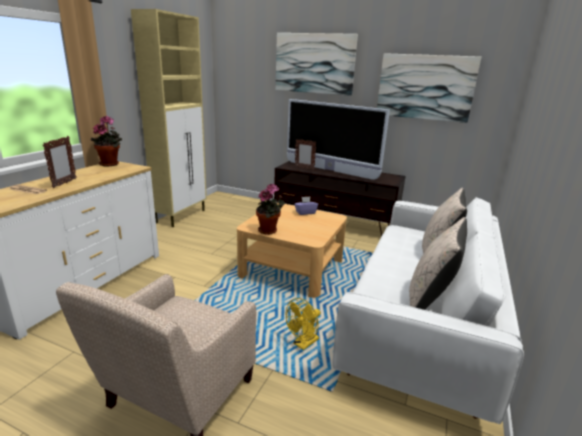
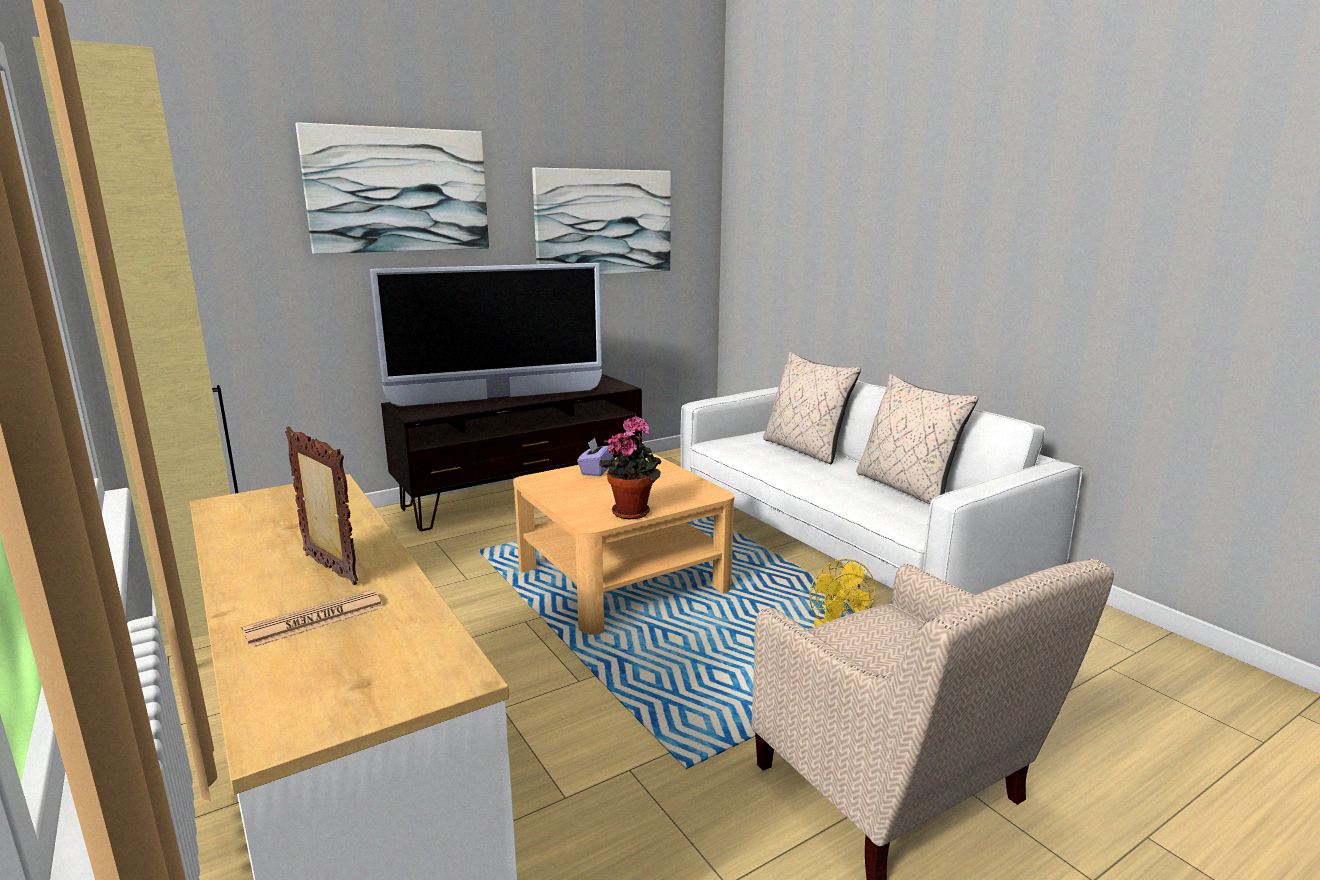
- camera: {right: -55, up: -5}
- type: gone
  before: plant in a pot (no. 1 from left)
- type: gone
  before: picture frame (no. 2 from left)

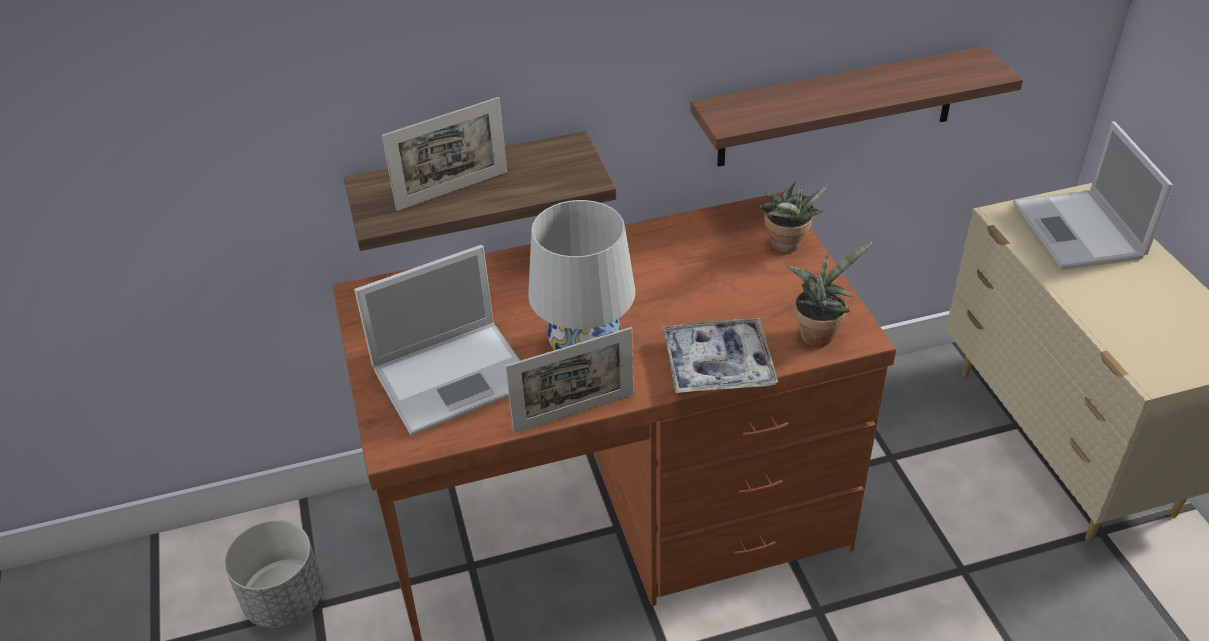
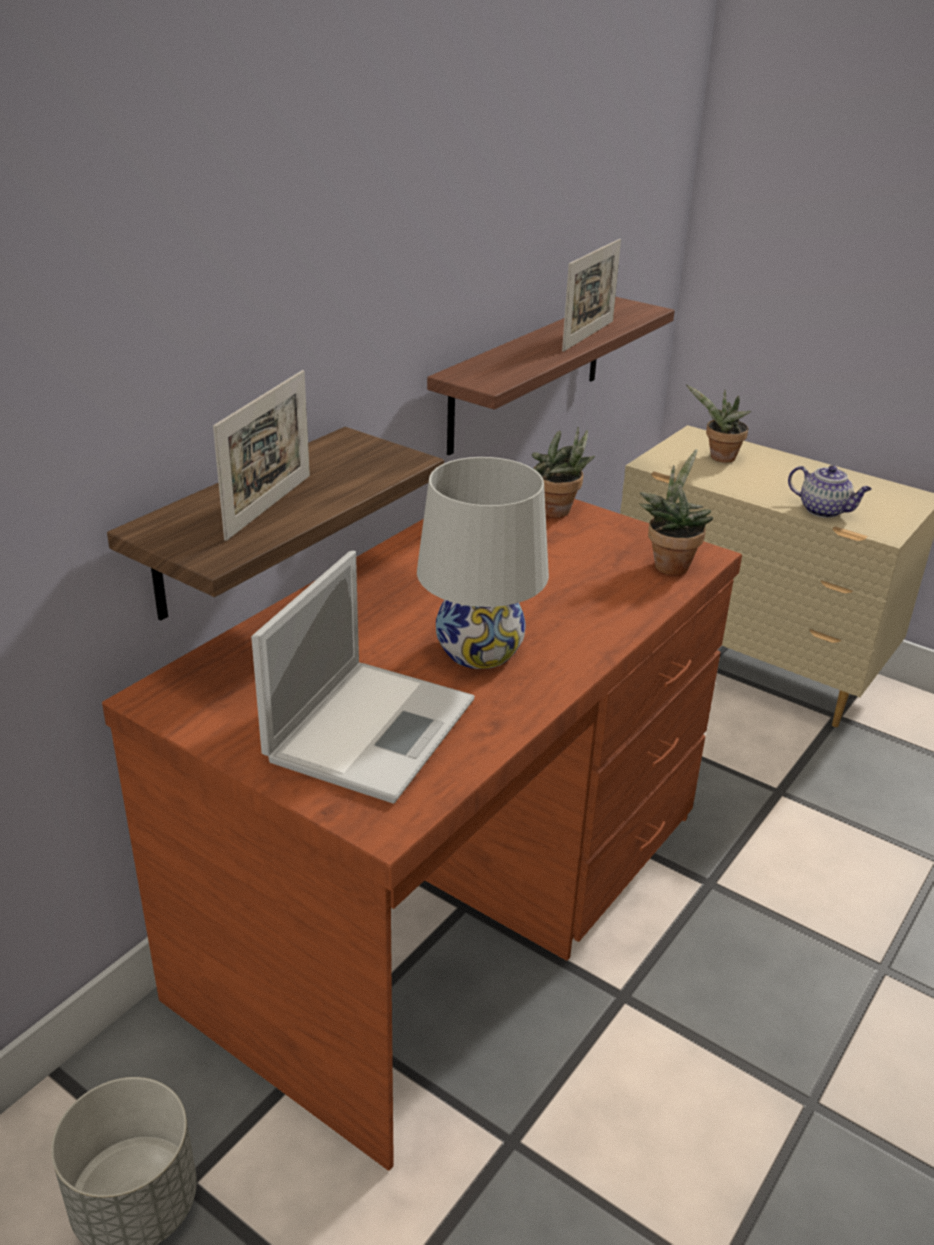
- camera: {right: -40, up: -10}
- type: shifted
  before: picture frame (no. 2 from left)
- type: swapped
  before: notebook computer (no. 2 from left)
  after: plant in a pot (no. 3 from left)
- type: new
  after: tea pot
- type: gone
  before: tray

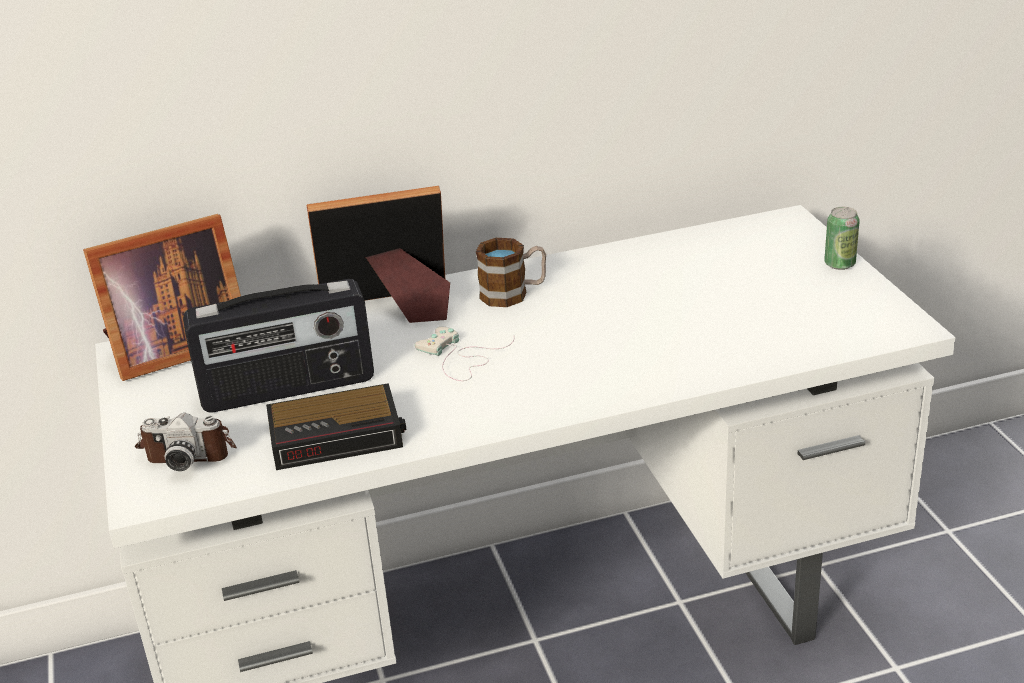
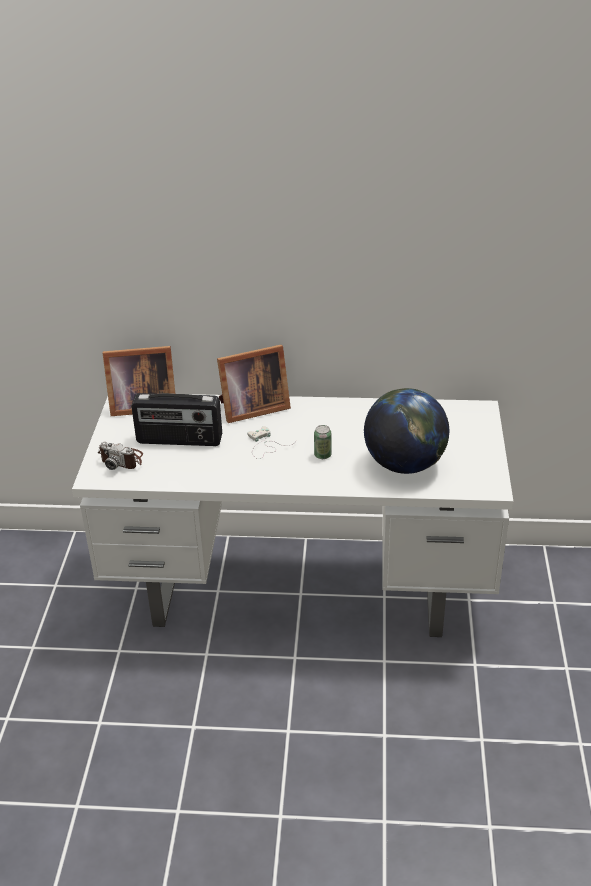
- camera: {right: 20, up: 5}
- type: rotated
  before: picture frame (no. 2 from left)
  turn: 150
- type: shifted
  before: can
- type: new
  after: world globe
- type: gone
  before: alarm clock
- type: gone
  before: coffee mug

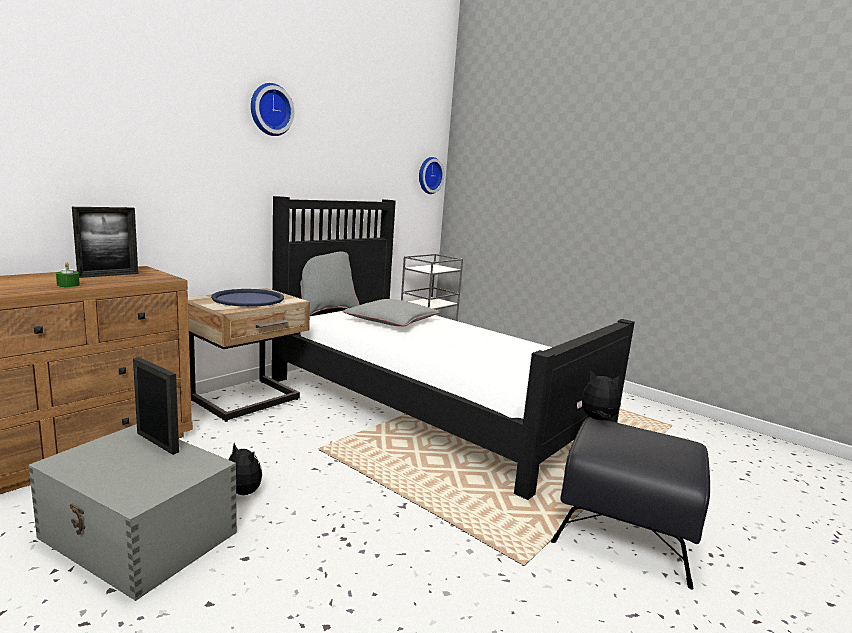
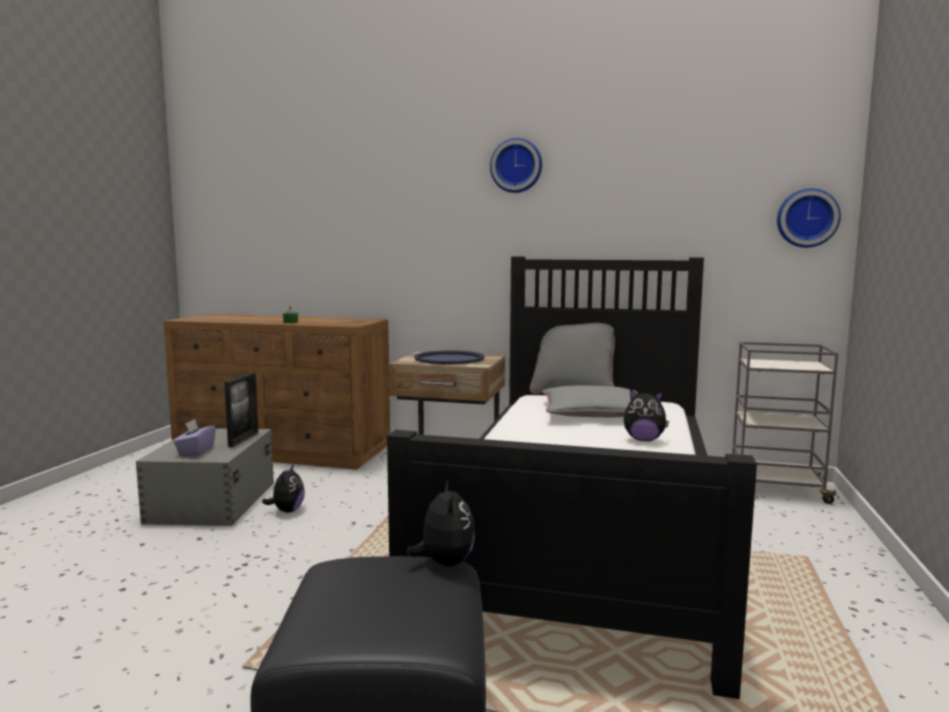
- camera: {right: 65, up: -5}
- type: new
  after: purple tissue holder
- type: new
  after: plush toy (no. 3 from left)
- type: gone
  before: picture frame (no. 1 from left)

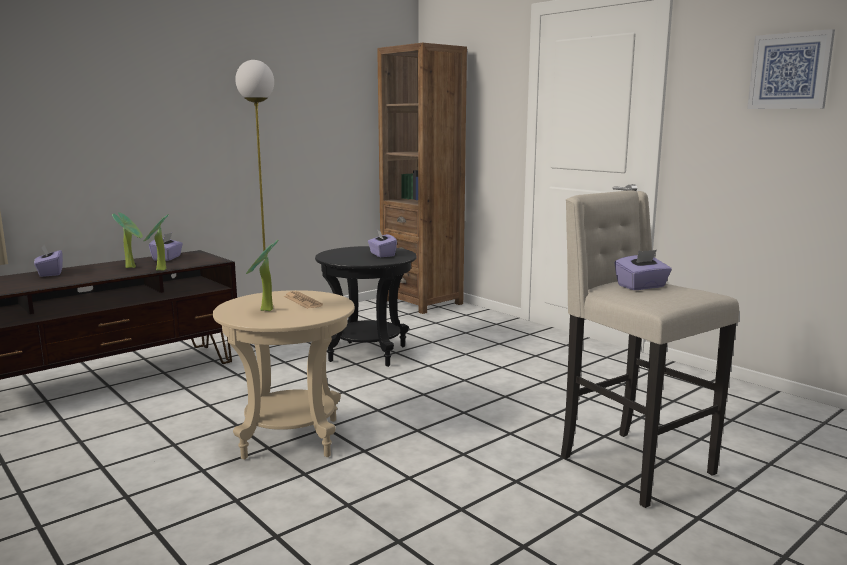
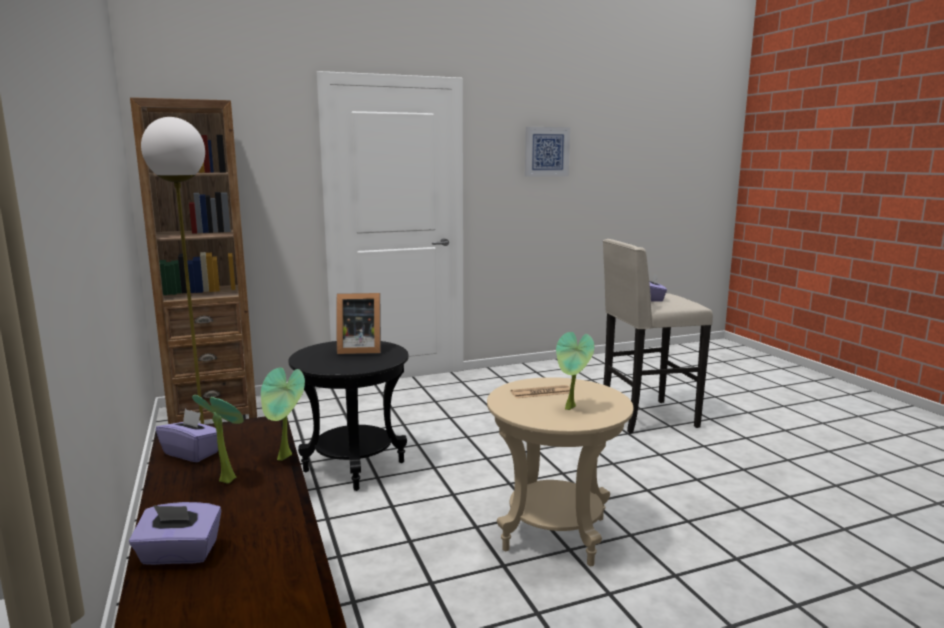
- camera: {right: -70, up: 0}
- type: swapped
  before: purple tissue holder (no. 3 from left)
  after: picture frame

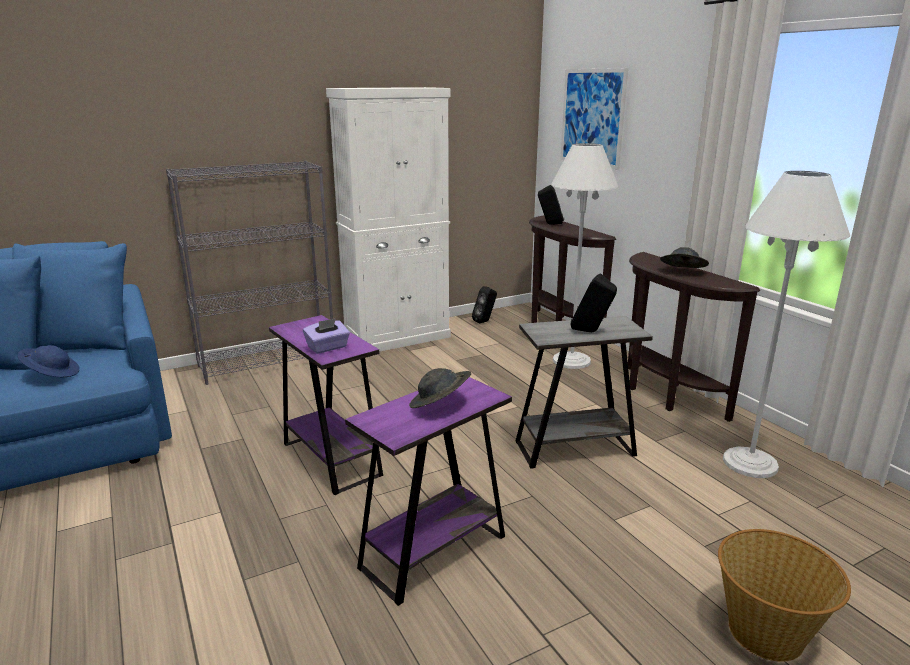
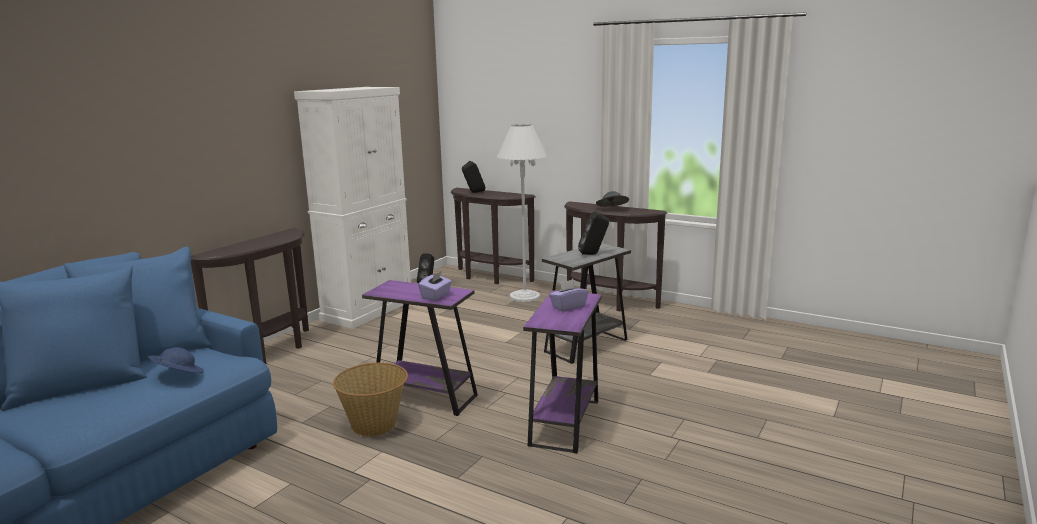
- camera: {right: -30, up: -5}
- type: swapped
  before: gray bookcase
  after: brownish console table (no. 1 from left)
- type: shifted
  before: household basket
- type: swapped
  before: gray hat (no. 1 from left)
  after: purple tissue holder (no. 2 from left)
- type: gone
  before: wall art
- type: gone
  before: white-coloured standing lamp (no. 2 from left)

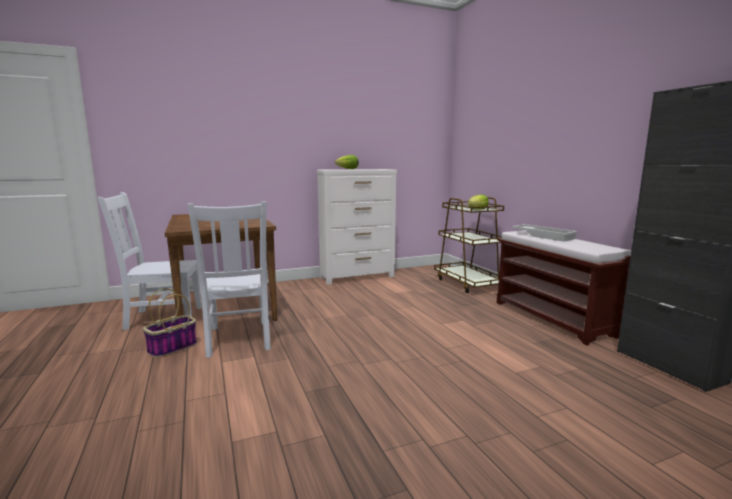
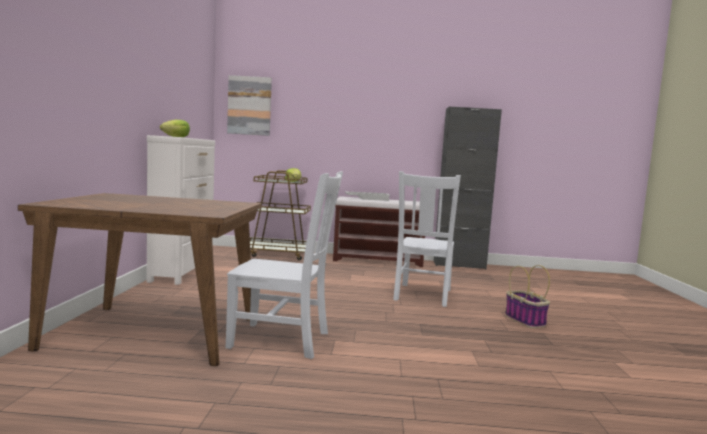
- camera: {right: -65, up: -5}
- type: new
  after: wall art
- type: shifted
  before: white-coloured chair (no. 1 from left in the first image)
  after: white-coloured chair (no. 2 from left)
- type: shifted
  before: household basket

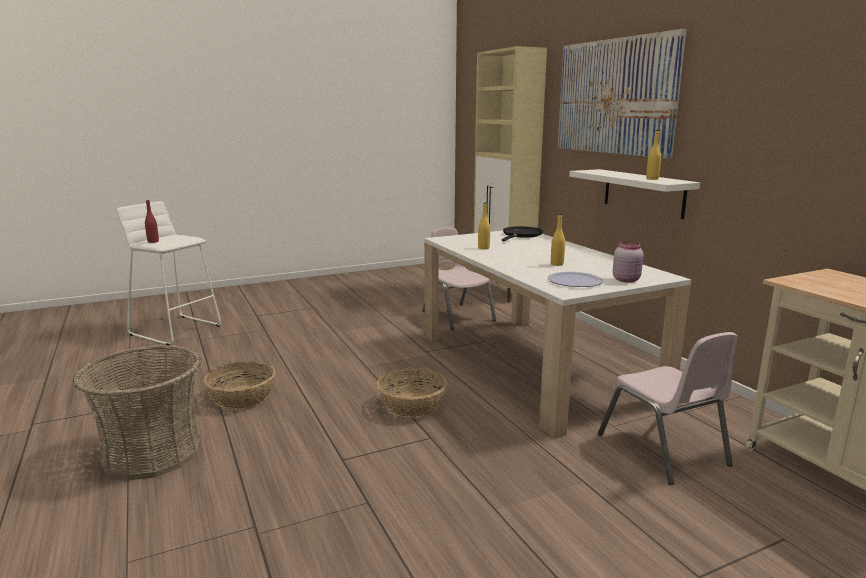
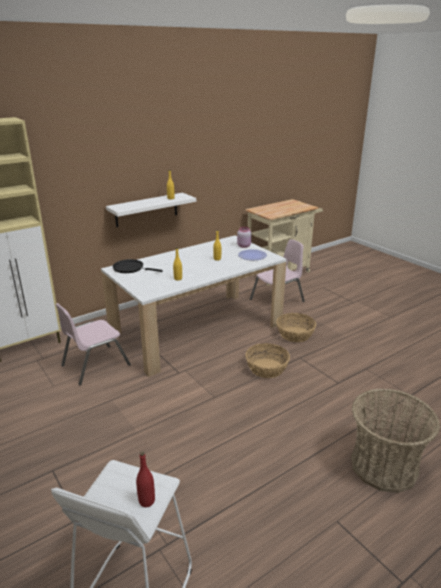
- camera: {right: -100, up: 10}
- type: shifted
  before: household basket (no. 2 from left)
- type: gone
  before: wall art

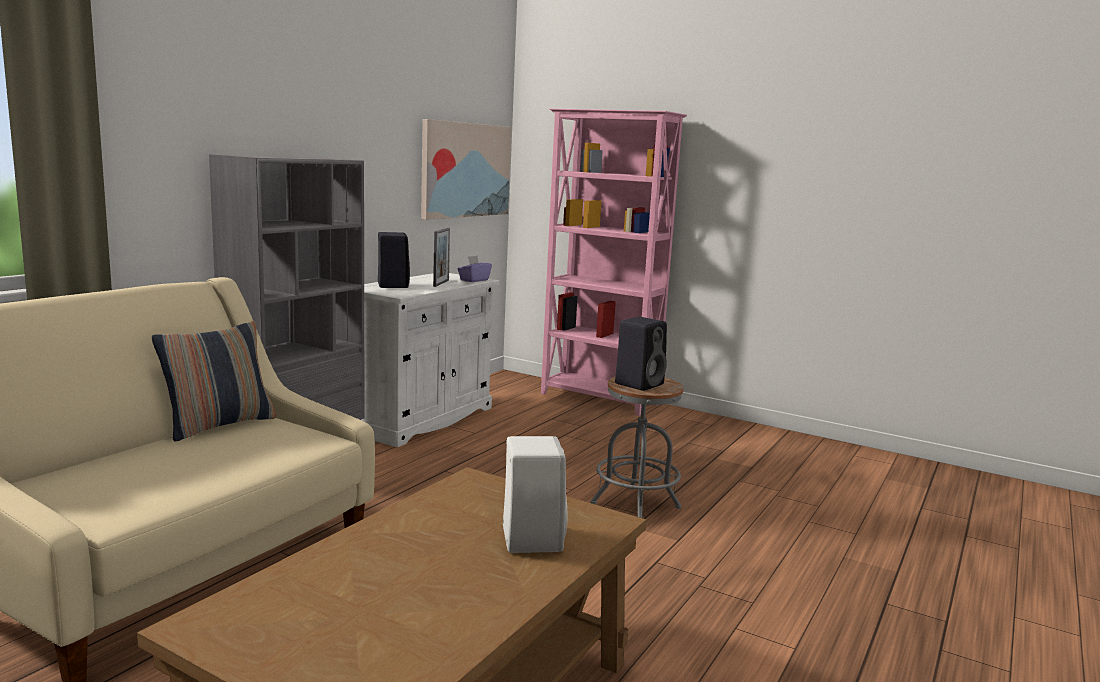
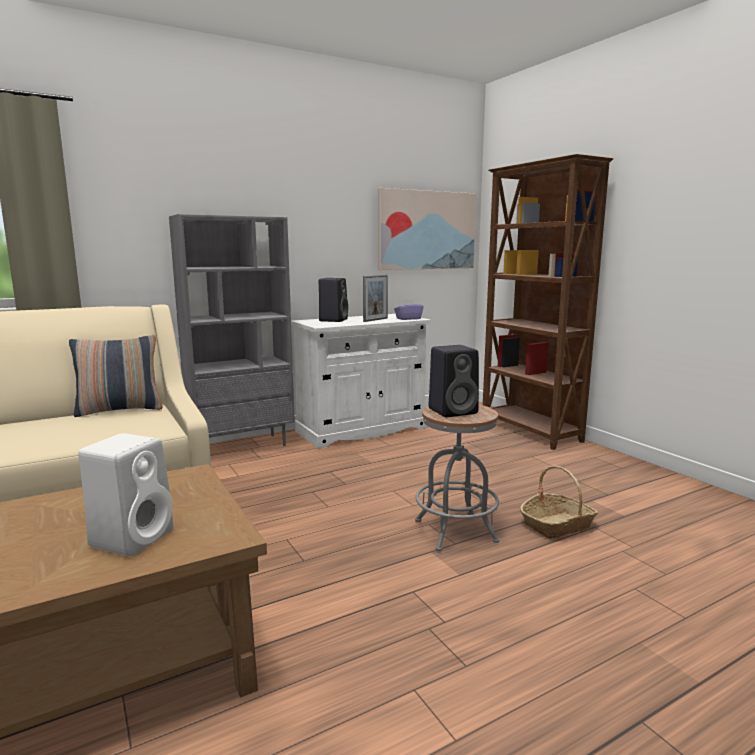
- camera: {right: 30, up: 0}
- type: repainted
  before: pinkish bookcase
  after: brownish bookcase
- type: new
  after: household basket

